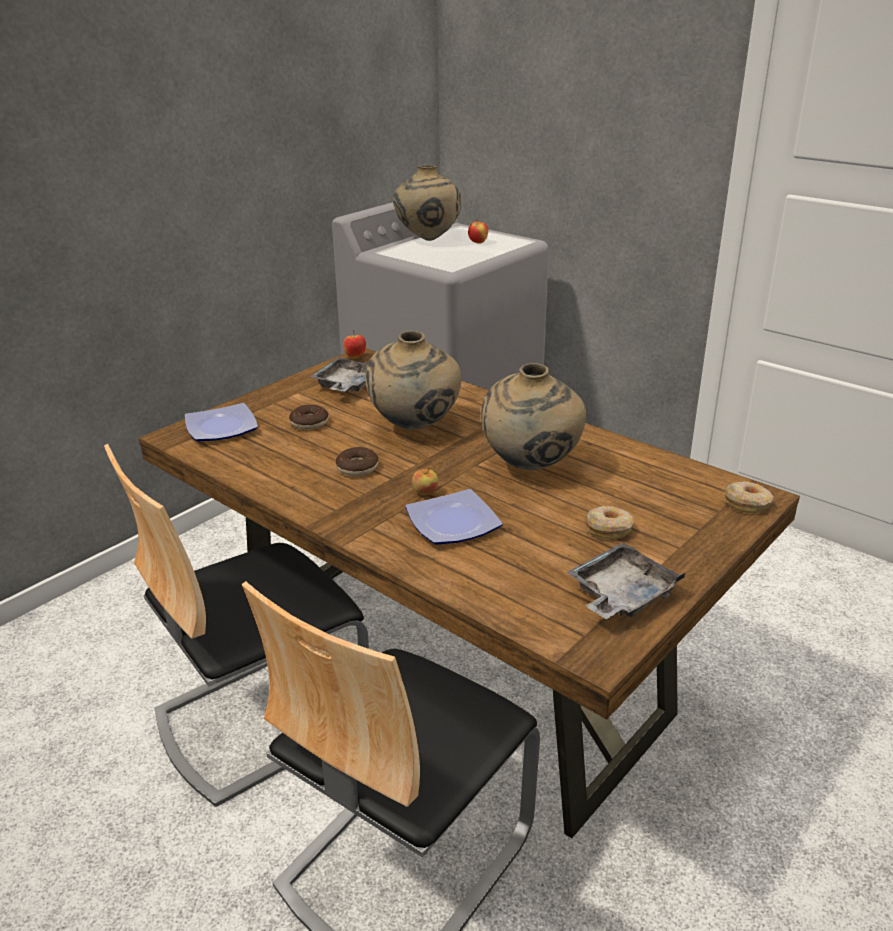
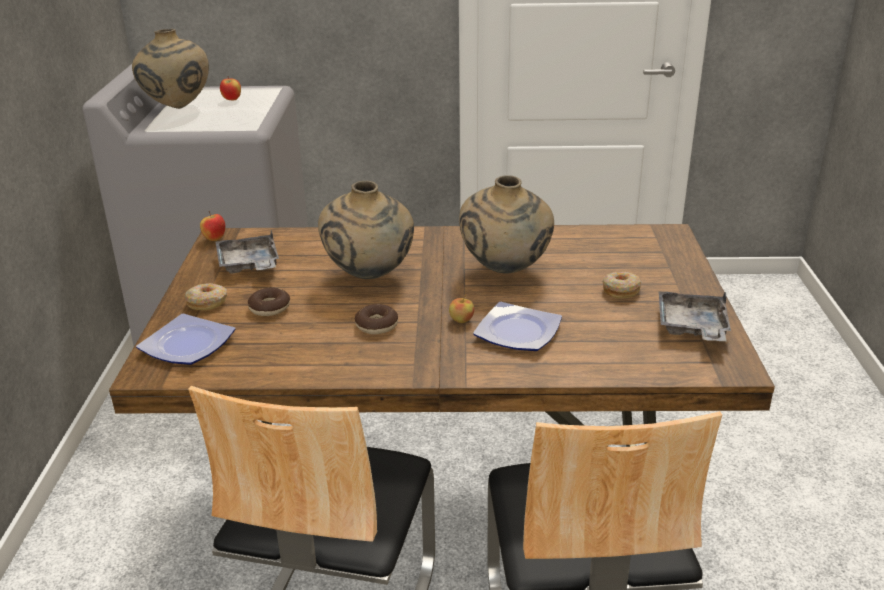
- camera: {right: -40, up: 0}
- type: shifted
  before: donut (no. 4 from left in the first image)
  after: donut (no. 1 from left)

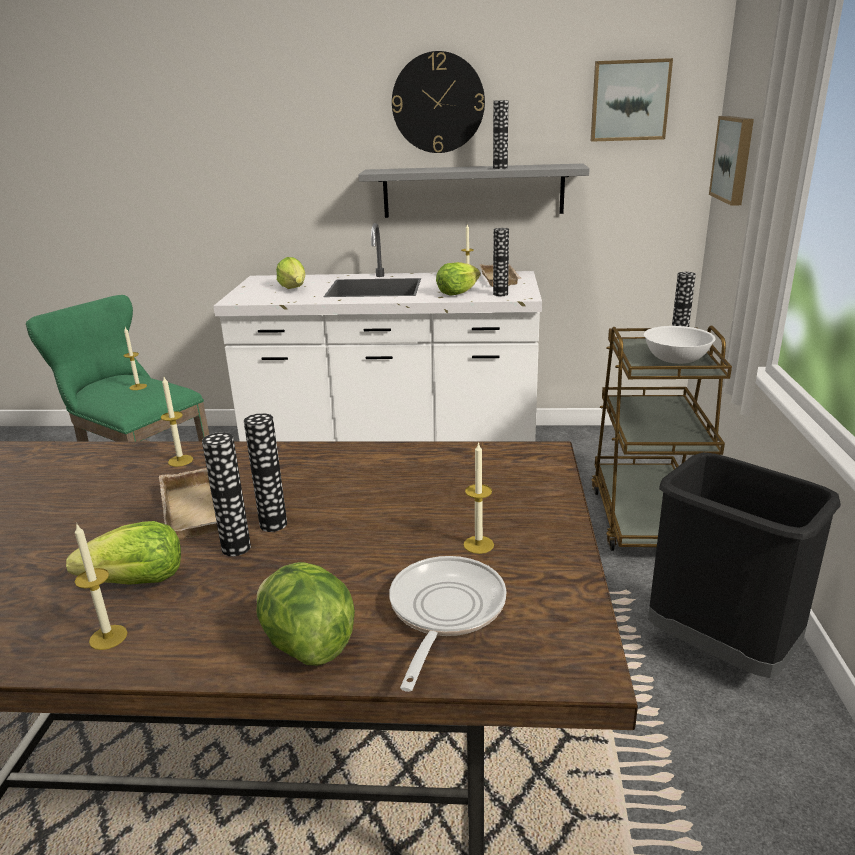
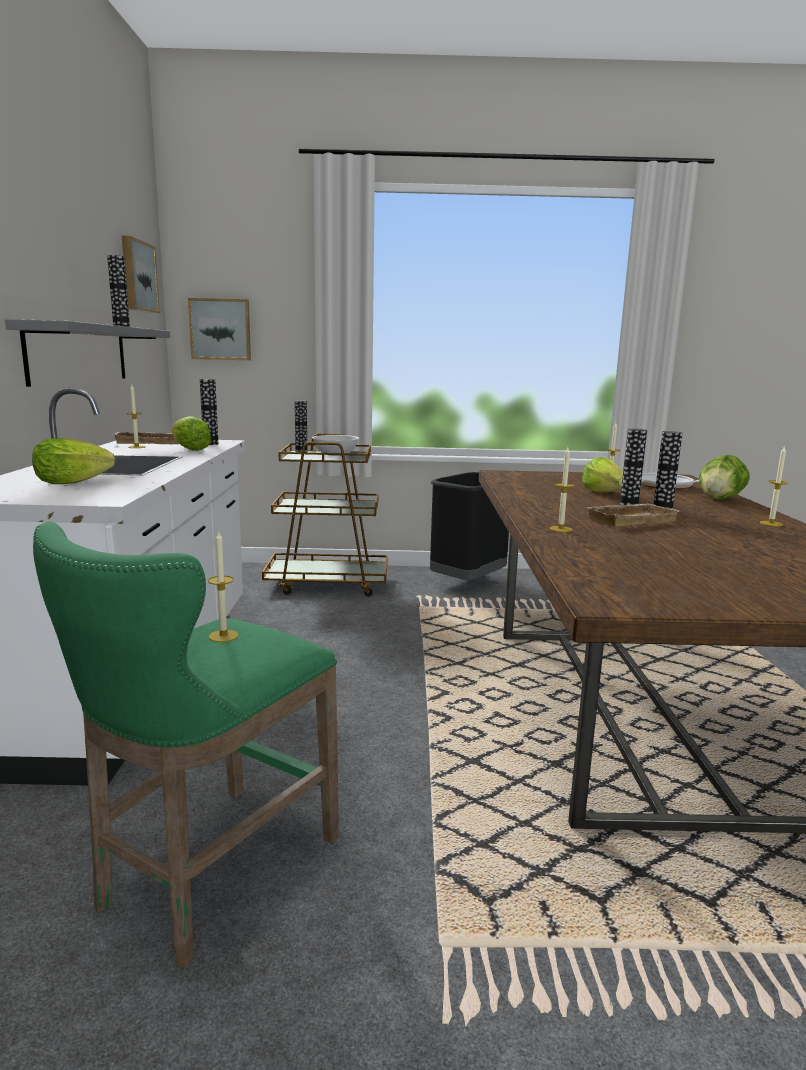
- camera: {right: -95, up: -10}
- type: shifted
  before: lettuce head (no. 1 from left in the first image)
  after: lettuce head (no. 3 from left)
- type: gone
  before: clock on the wall

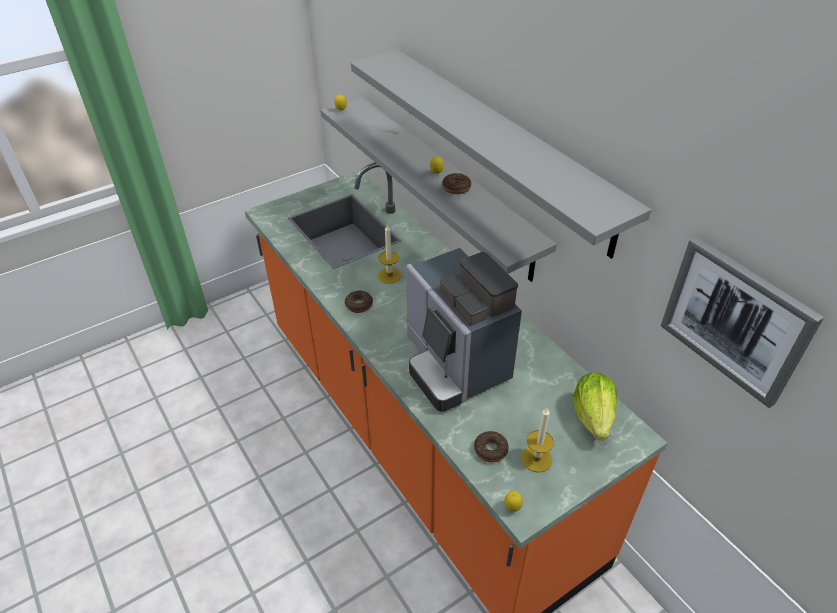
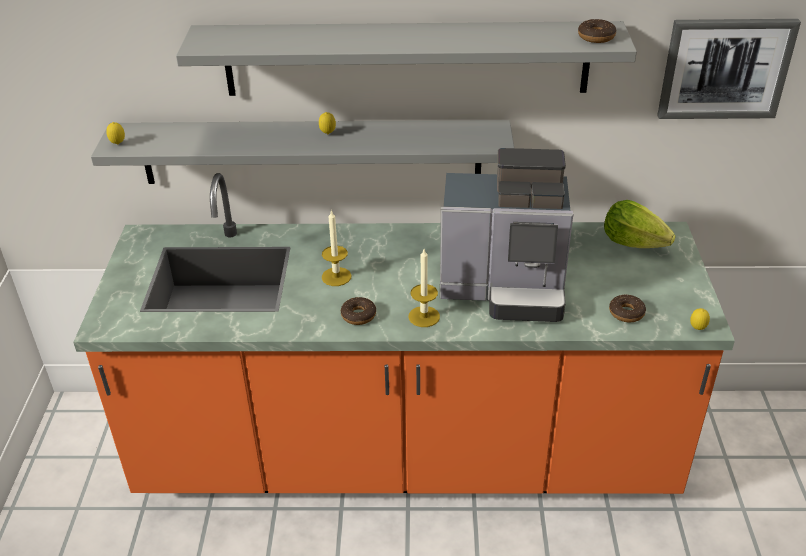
- camera: {right: -55, up: -5}
- type: shifted
  before: wax candle (no. 2 from left)
- type: shifted
  before: donut (no. 2 from left)

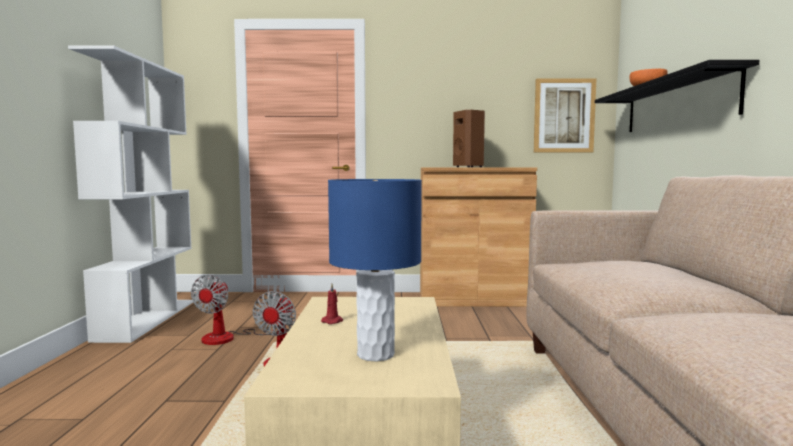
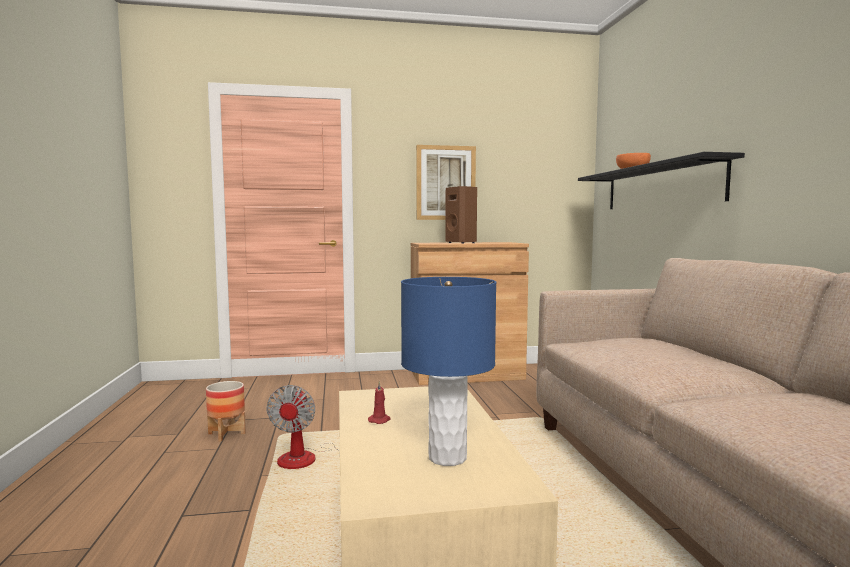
- camera: {right: -10, up: 0}
- type: swapped
  before: cooling fan (no. 1 from left)
  after: flower pot
- type: shifted
  before: wall art
- type: gone
  before: white-coloured bookcase

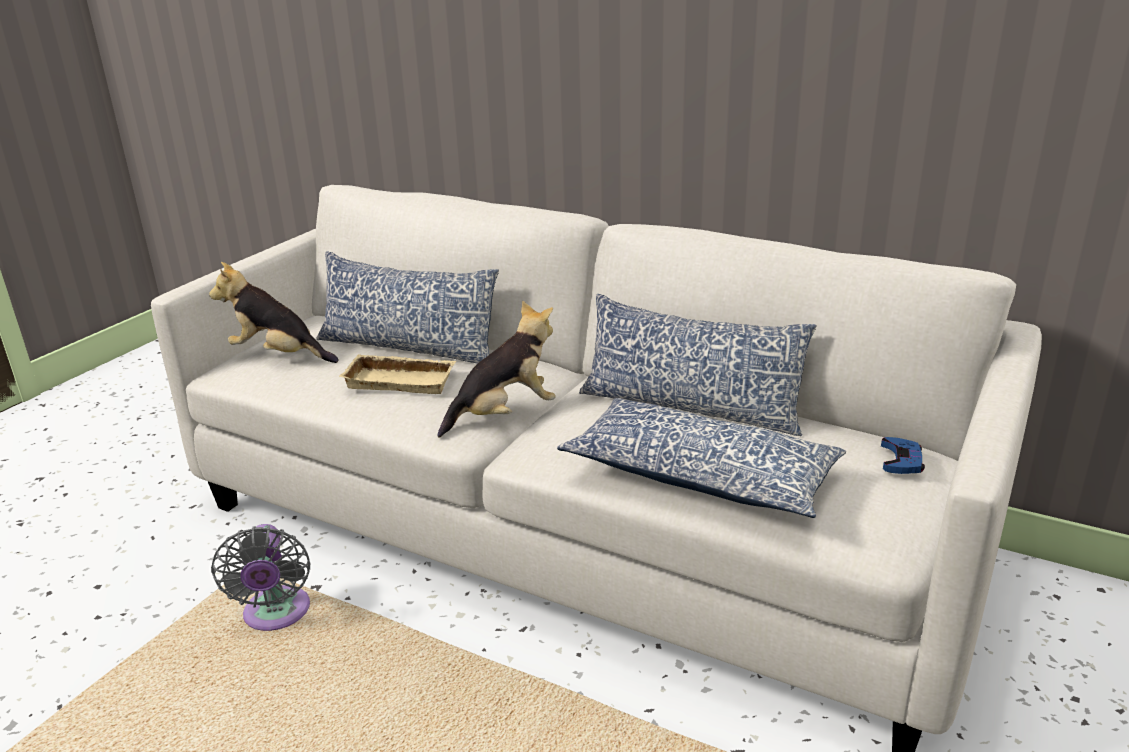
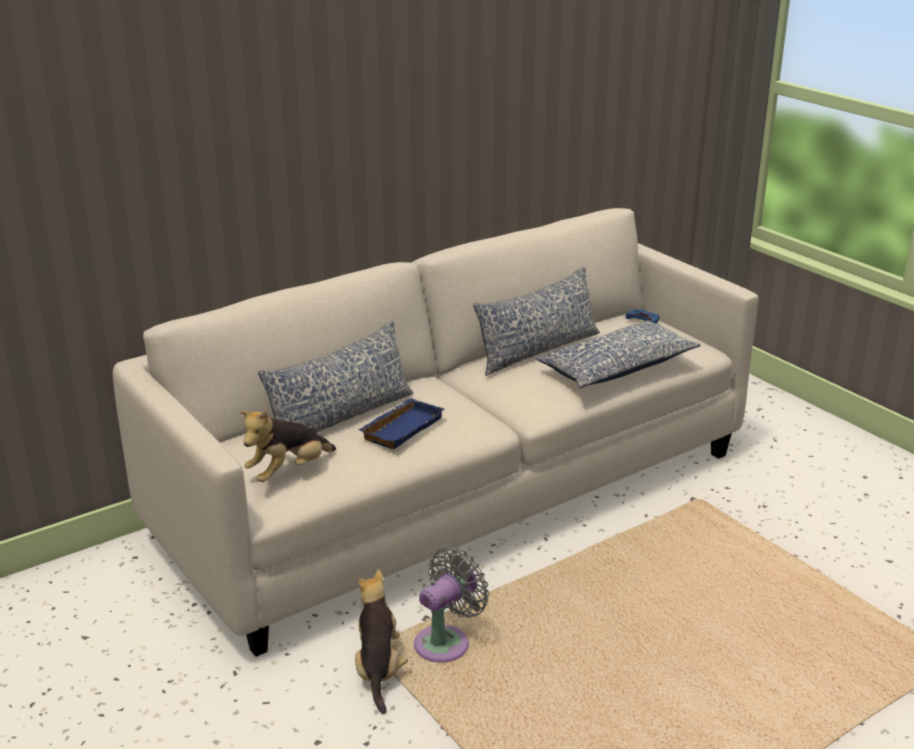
- camera: {right: -65, up: 0}
- type: shifted
  before: plush toy (no. 2 from left)
- type: repainted
  before: sand-coloured tray
  after: bluish tray
- type: rotated
  before: gray cooling fan
  turn: -60

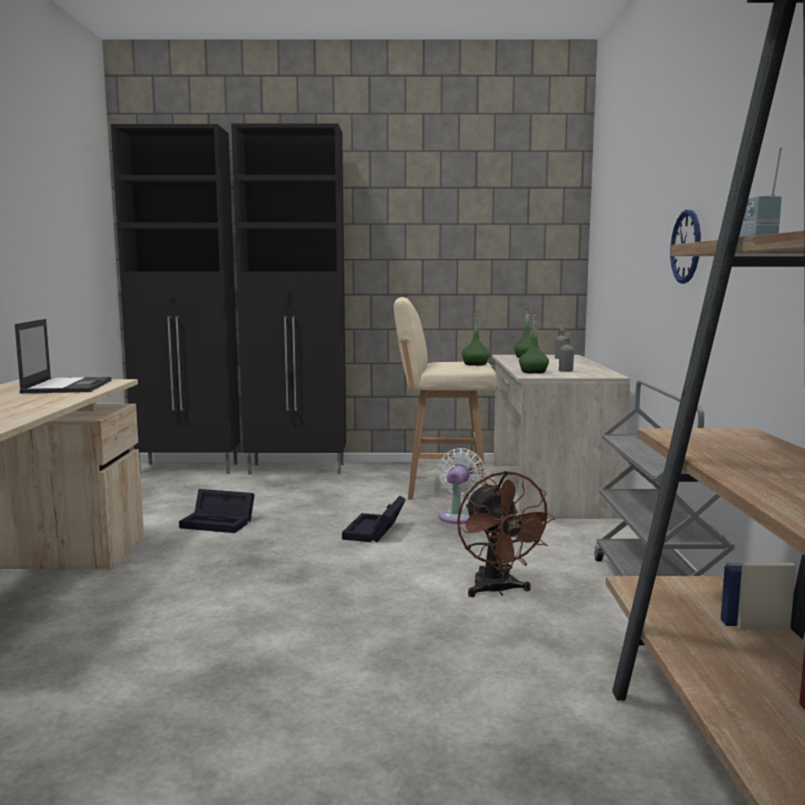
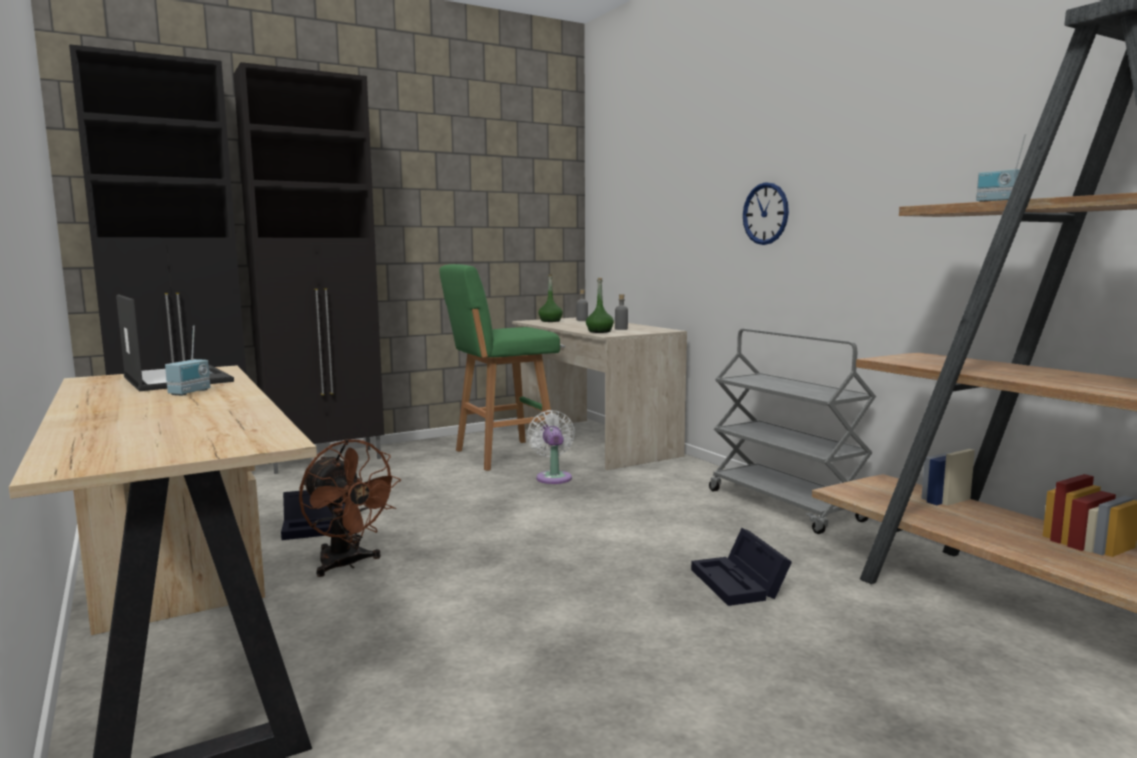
- camera: {right: -30, up: 0}
- type: new
  after: radio receiver (no. 1 from left)
- type: shifted
  before: brownish cooling fan
- type: repainted
  before: sand-coloured sitting stool
  after: greenish sitting stool
- type: shifted
  before: black storage container (no. 2 from left)
- type: gone
  before: greenish bottle (no. 1 from left)

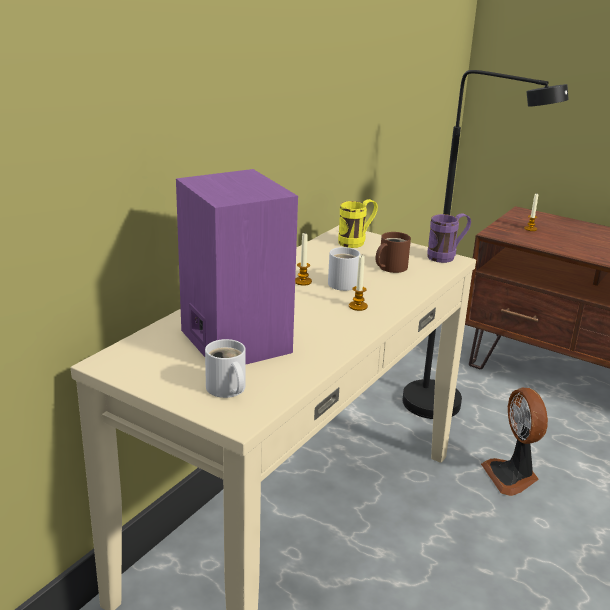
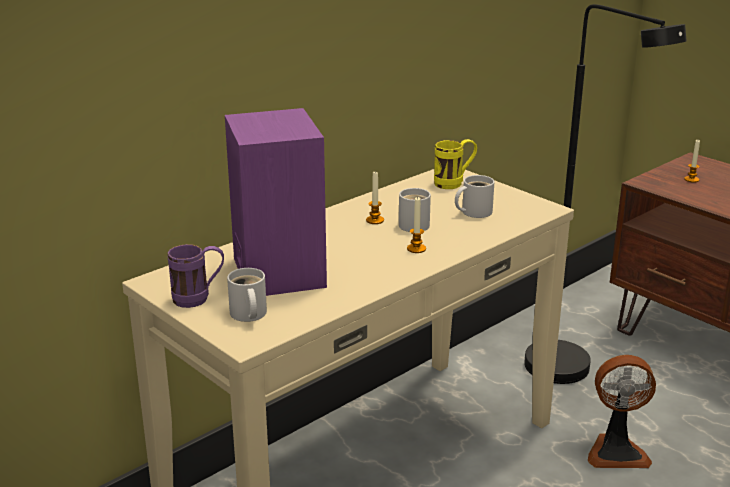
- camera: {right: 15, up: 0}
- type: shifted
  before: purple coffee mug
- type: repainted
  before: brownish coffee mug
  after: white-coloured coffee mug (no. 3 from left)
- type: rotated
  before: cooling fan
  turn: -90

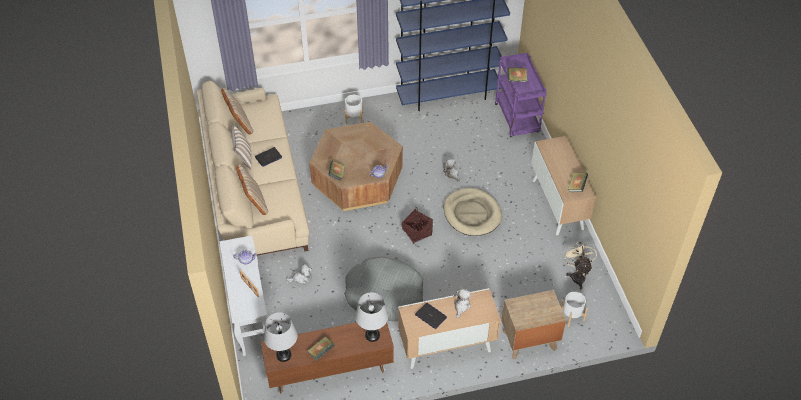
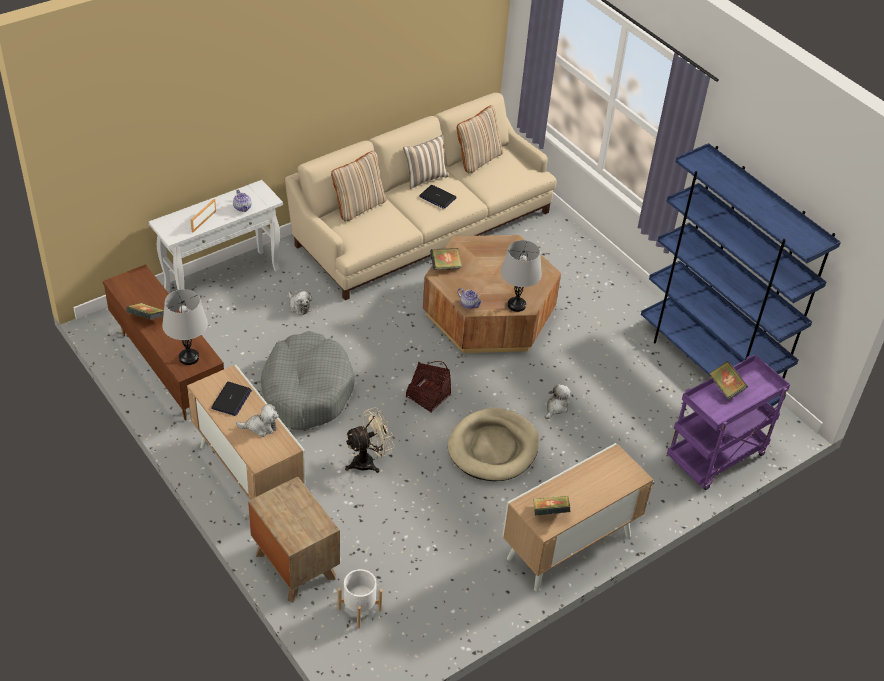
- camera: {right: 65, up: -5}
- type: shifted
  before: sand-coloured cooling fan
- type: shifted
  before: gray tabletop lamp (no. 1 from left in the first image)
  after: gray tabletop lamp (no. 2 from left)
- type: gone
  before: white-coloured flower pot (no. 1 from left)

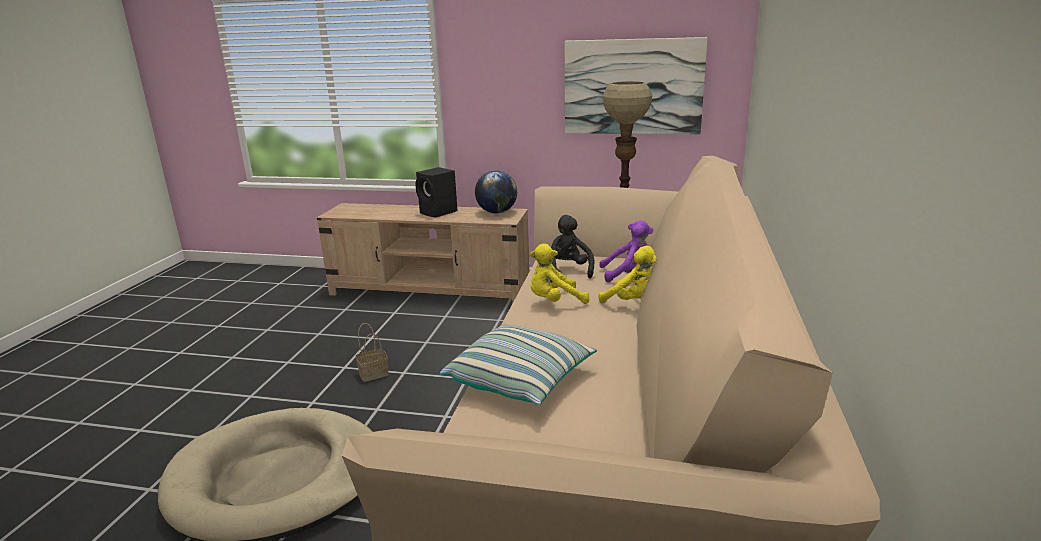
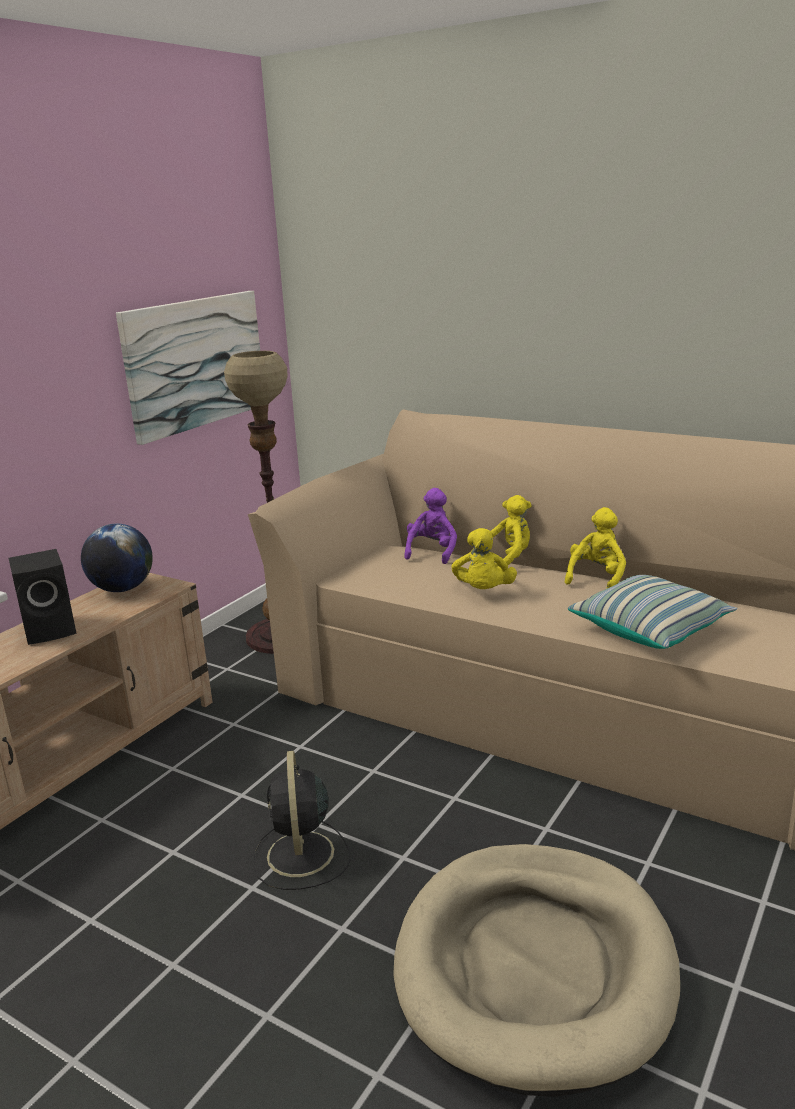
- camera: {right: -70, up: 0}
- type: swapped
  before: household basket
  after: black cooling fan
- type: new
  after: yellowish plush toy (no. 3 from left)
- type: gone
  before: black plush toy

